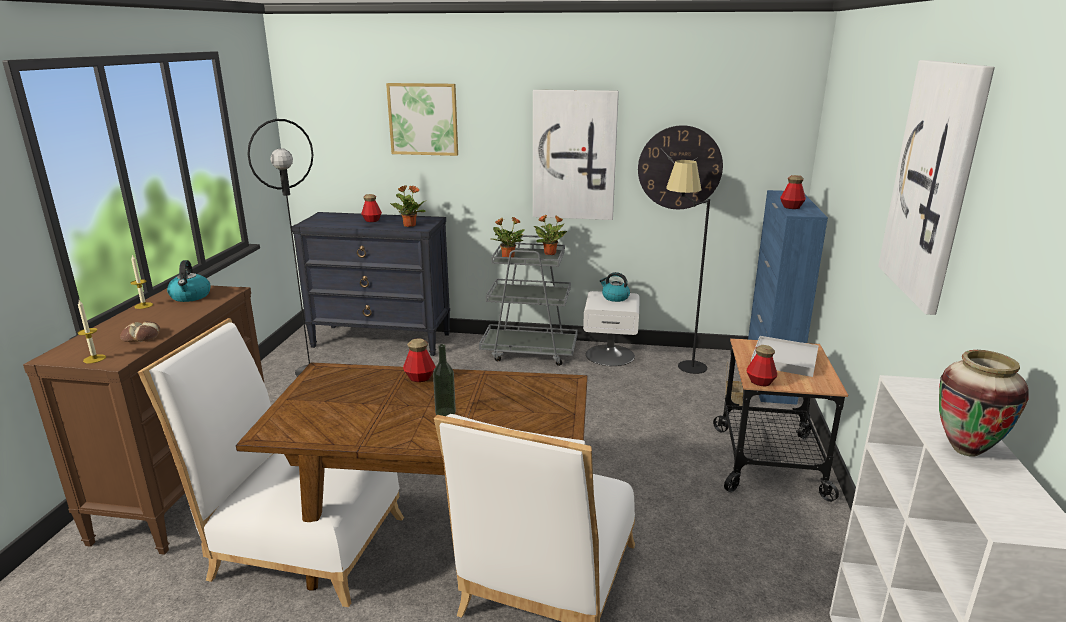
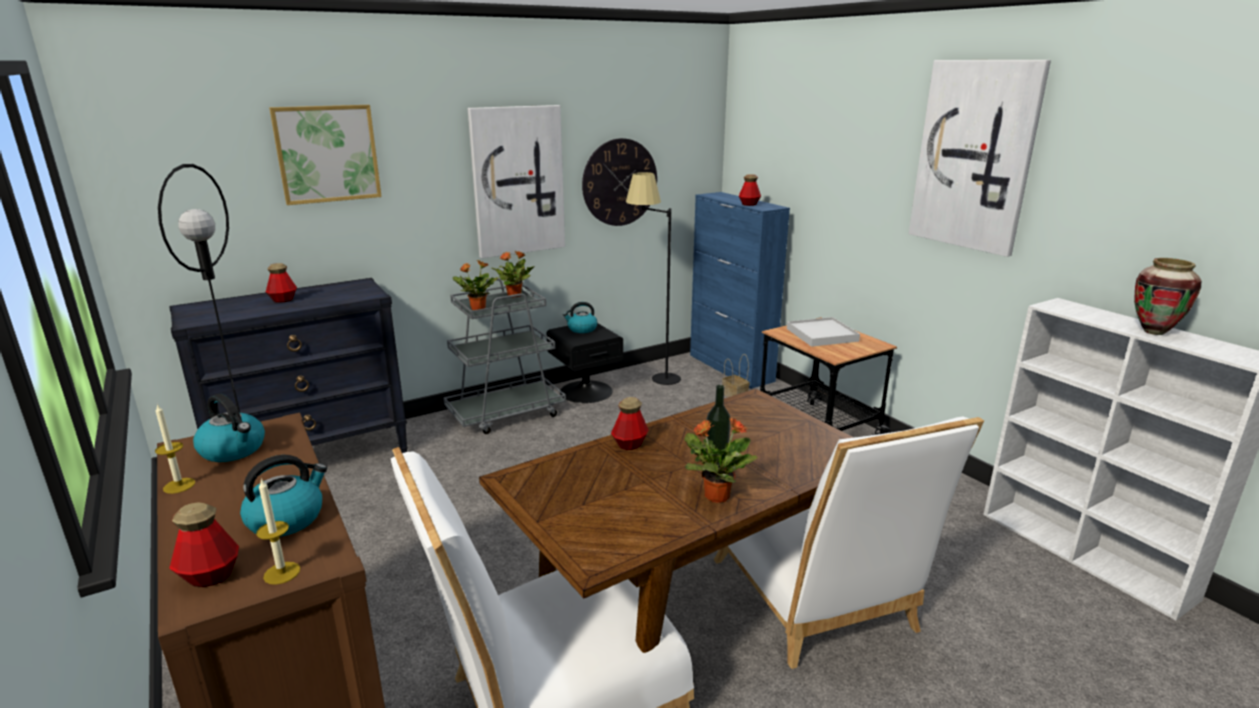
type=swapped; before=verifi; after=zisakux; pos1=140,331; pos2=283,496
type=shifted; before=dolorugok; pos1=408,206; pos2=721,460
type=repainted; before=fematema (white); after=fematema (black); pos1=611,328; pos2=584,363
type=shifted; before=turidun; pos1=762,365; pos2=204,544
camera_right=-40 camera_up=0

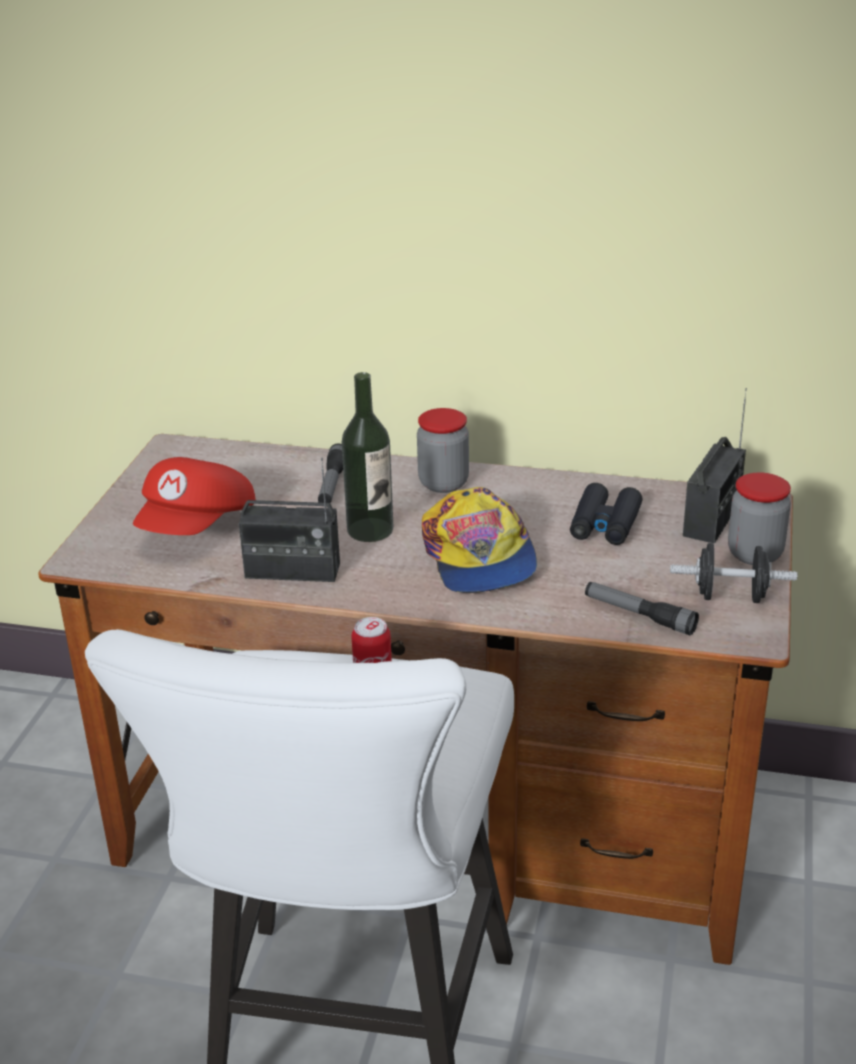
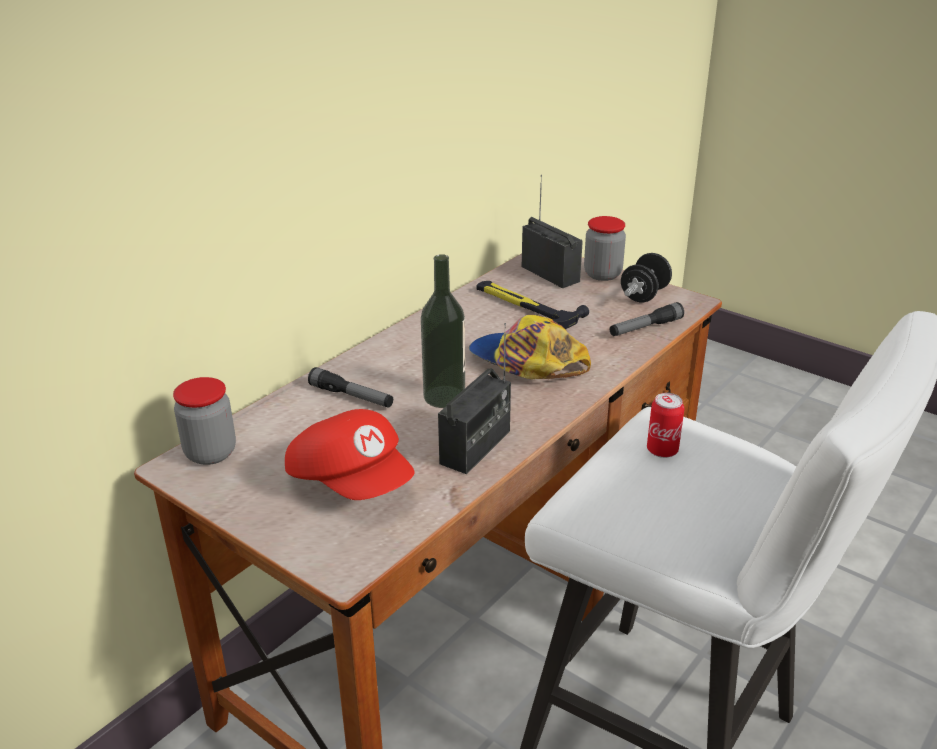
type=shifted; before=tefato; pos1=443,450; pos2=204,421
type=rotated; before=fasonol; pos1=479,540; pos2=530,347; turn=-150
type=swapped; before=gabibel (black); after=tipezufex; pos1=606,514; pos2=533,305
camera_right=-65 camera_up=0

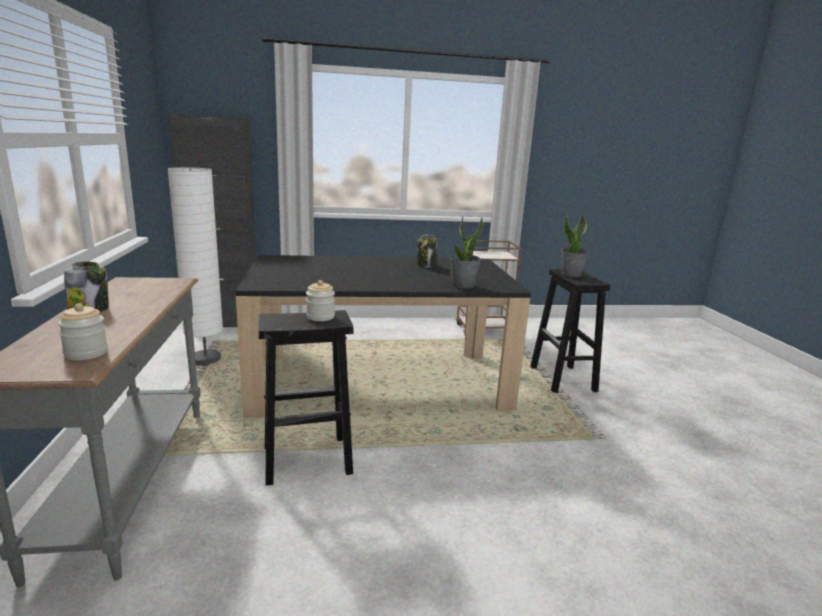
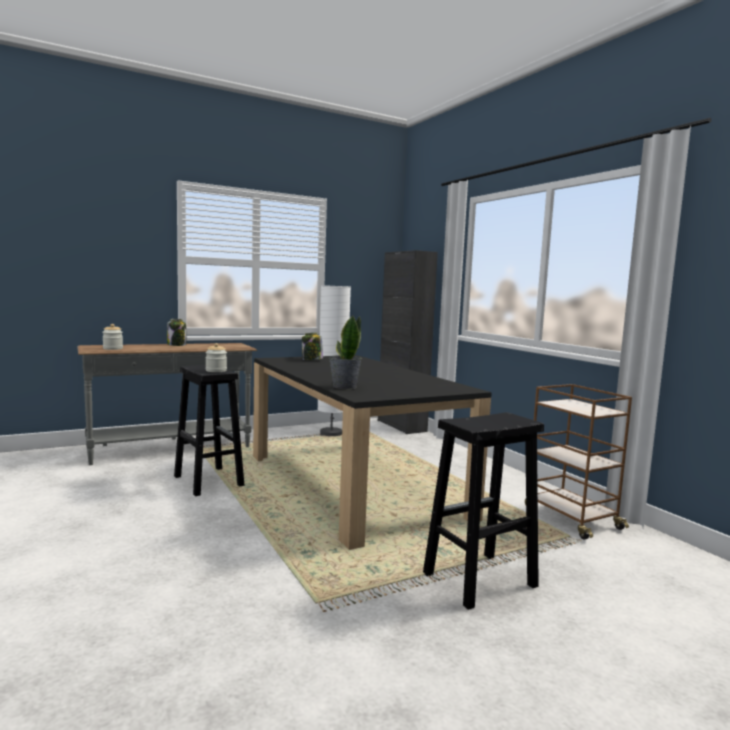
type=shifted; before=tefato; pos1=427,251; pos2=312,346
type=gone; before=dolorugok; pos1=574,245
camera_right=70 camera_up=-10

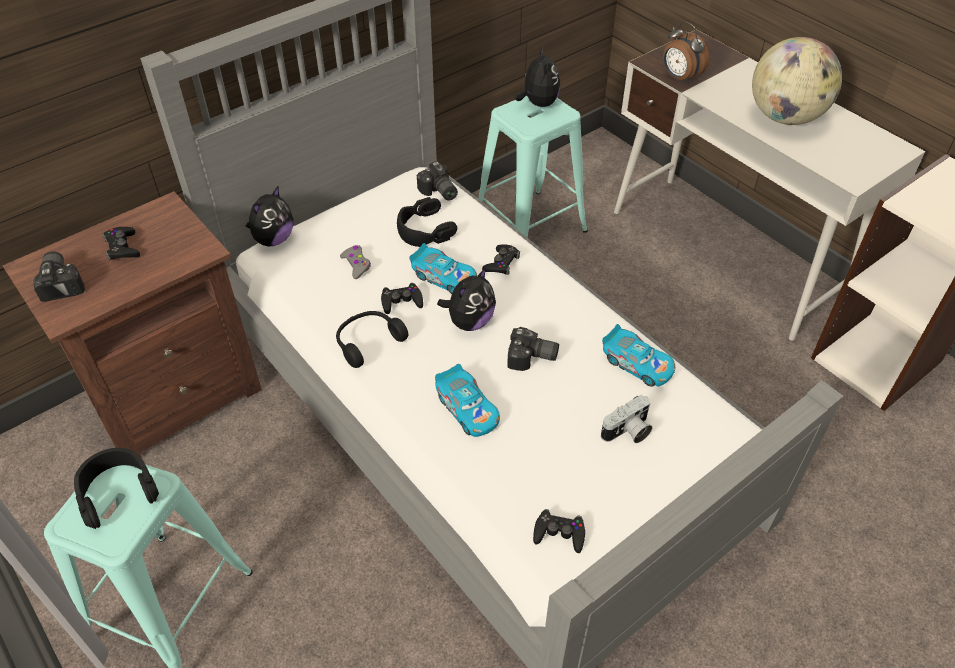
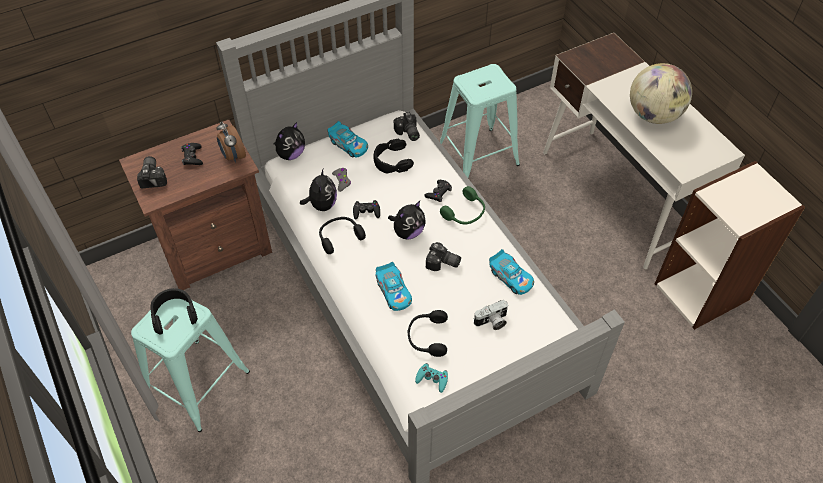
type=shifted; before=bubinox; pos1=443,268; pos2=347,139
type=shifted; before=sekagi; pos1=537,77; pos2=318,190
type=repainted; before=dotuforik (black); after=dotuforik (turquoise); pos1=559,531; pos2=431,378
type=shifted; before=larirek; pos1=686,53; pos2=231,142
type=new; after=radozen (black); pos2=427,333
type=new; after=radozen (green); pos2=462,205
camera_right=10 camera_up=5

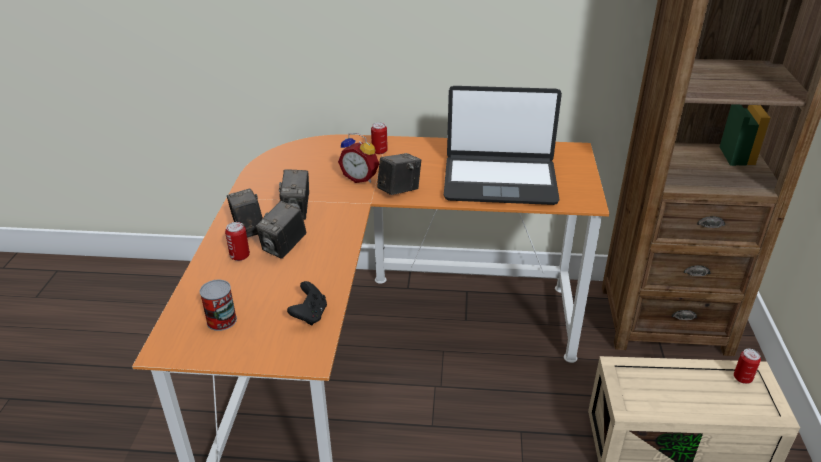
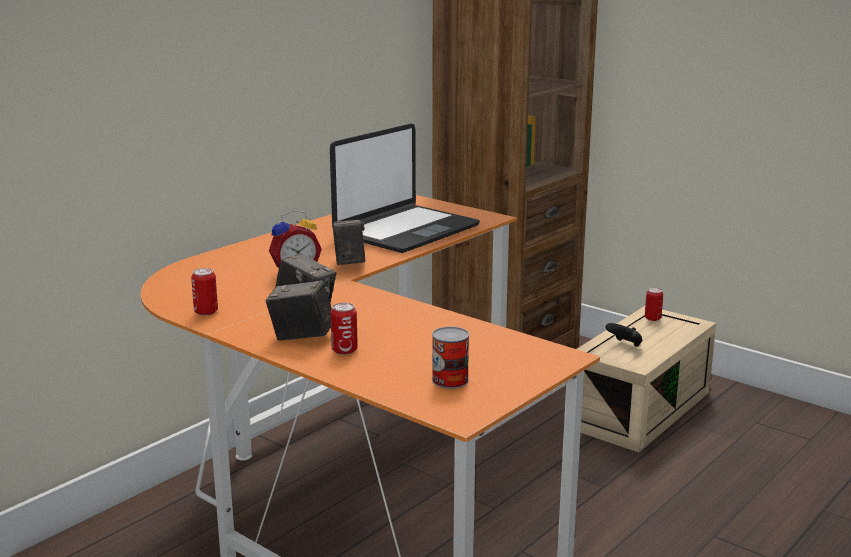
type=gone; before=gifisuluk; pos1=281,230
type=shifted; before=dotuforik (black); pos1=307,303; pos2=623,335
type=shifted; before=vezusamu; pos1=379,138; pos2=204,292
camera_right=-55 camera_up=-15

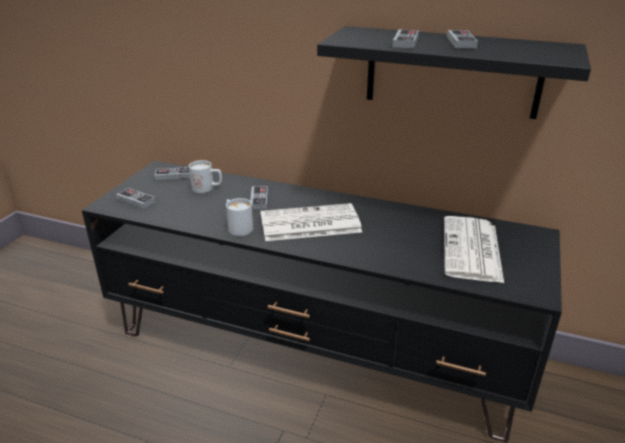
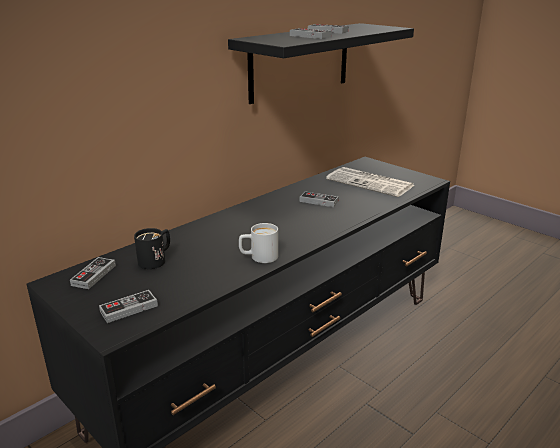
type=repainted; before=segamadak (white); after=segamadak (black); pos1=205,176; pos2=152,248
type=shifted; before=dotuforik; pos1=259,197; pos2=319,199
type=gone; before=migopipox; pos1=311,222
camera_right=-65 camera_up=-5

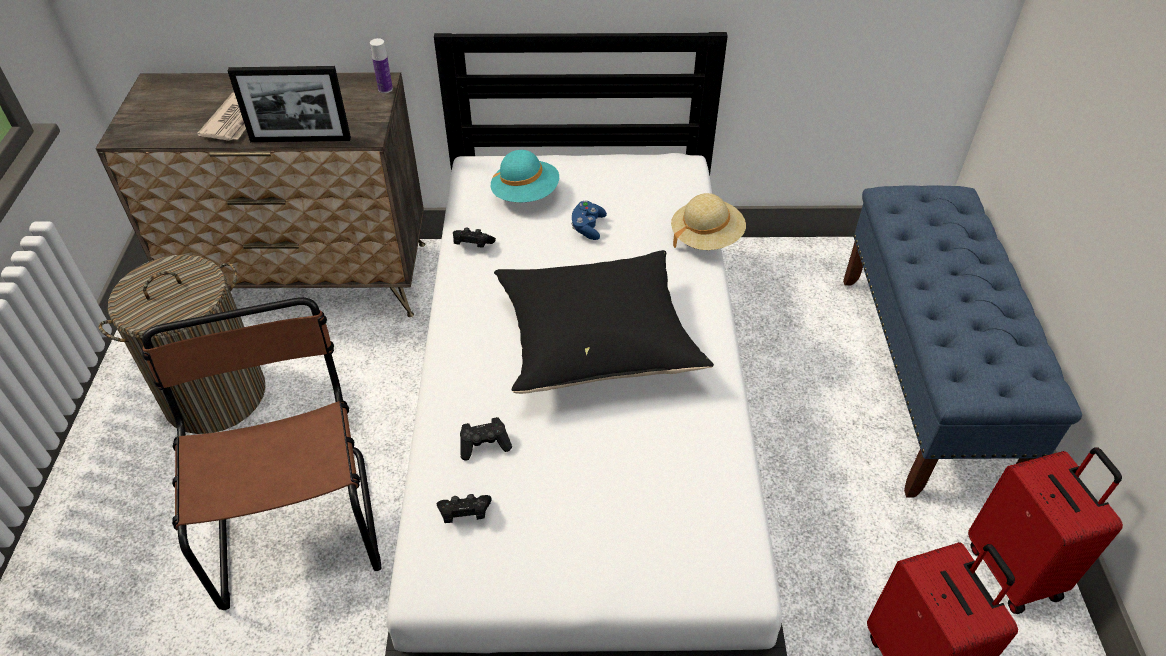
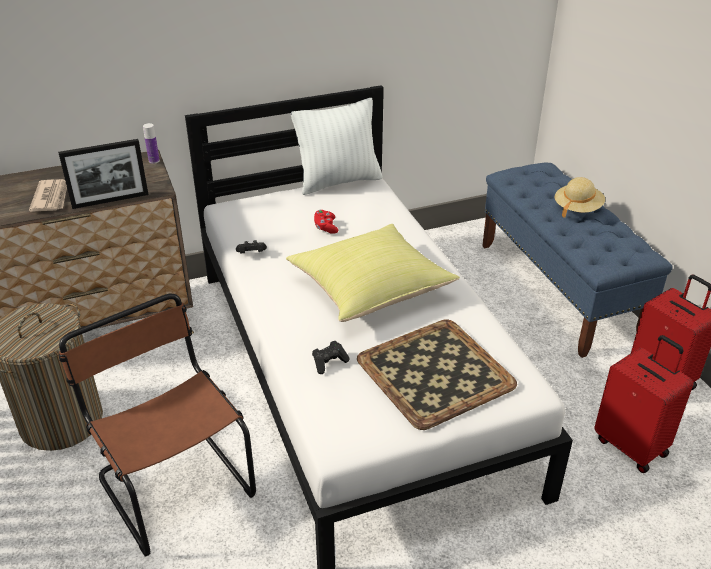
type=gone; before=dotuforik (black); pos1=464,508
type=gone; before=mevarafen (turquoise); pos1=525,176
type=repainted; before=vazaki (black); after=vazaki (yellow); pos1=604,322; pos2=373,273
type=repainted; before=dotuforik (blue); after=dotuforik (red); pos1=589,220; pos2=326,222
type=shifted; before=mevarafen (beige); pos1=708,221; pos2=580,197
type=new; after=vazaki (white); pos2=337,146
type=new; after=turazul; pos2=437,374
camera_right=-20 camera_up=-10

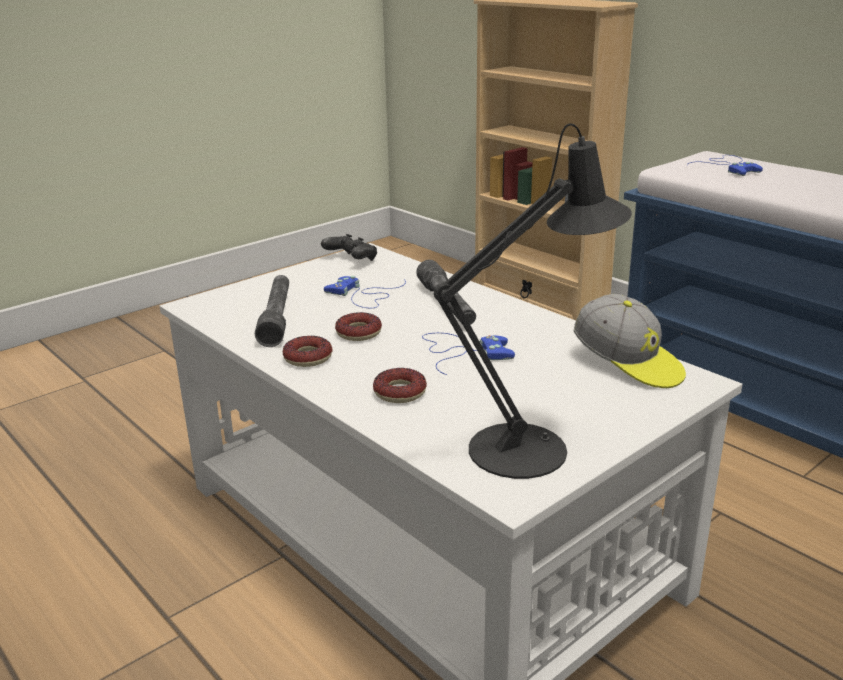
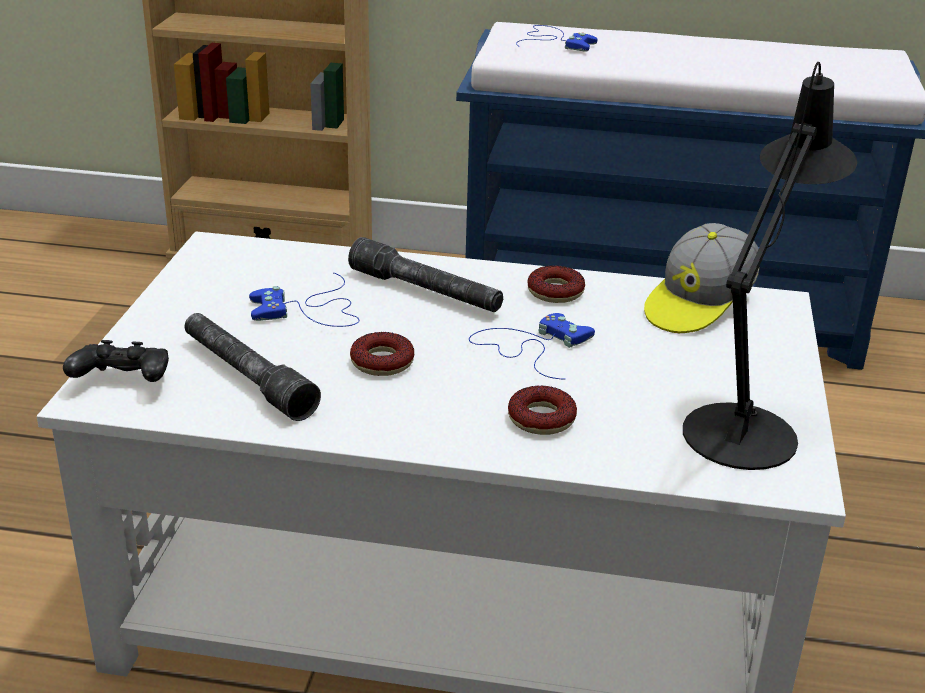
type=shifted; before=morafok; pos1=308,351; pos2=556,284
type=shifted; before=dotuforik (black); pos1=349,247; pos2=116,361
type=rotated; before=fasonol; pos1=629,341; pos2=702,278; turn=120
camera_right=-40 camera_up=5

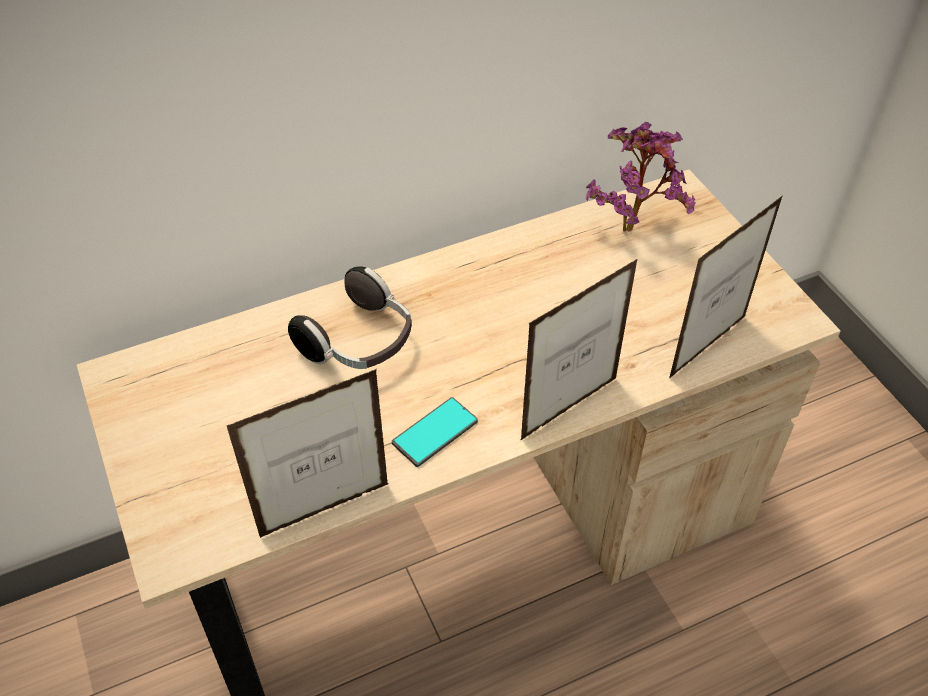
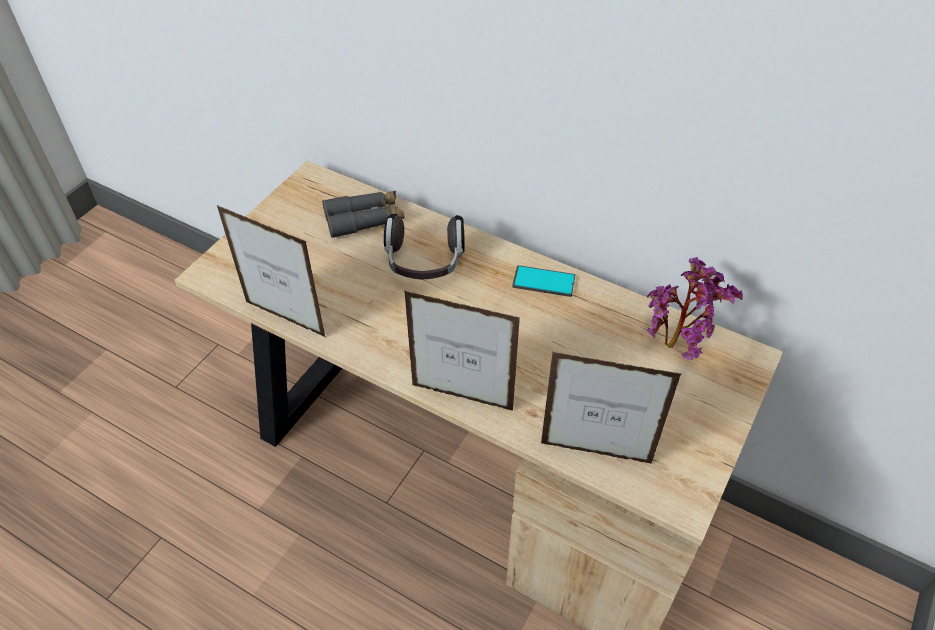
type=shifted; before=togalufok; pos1=435,432; pos2=543,281
type=new; after=gabibel (grey); pos2=363,214
camera_right=55 camera_up=0

